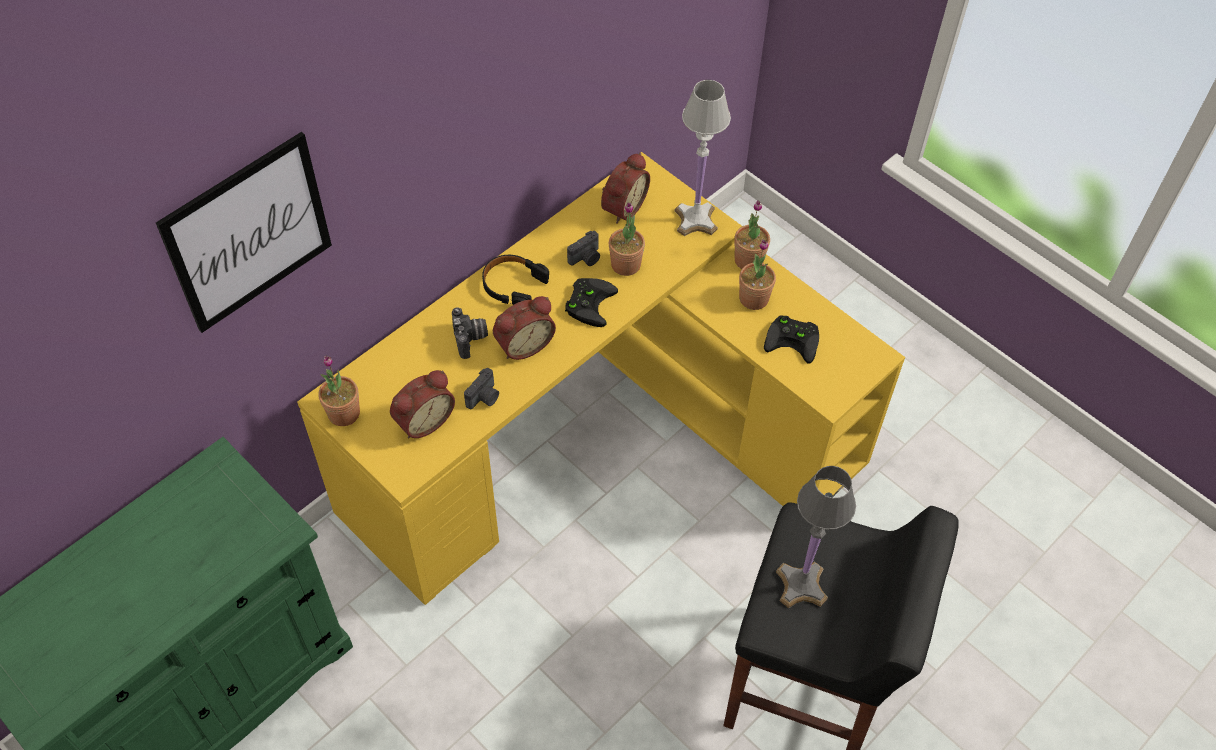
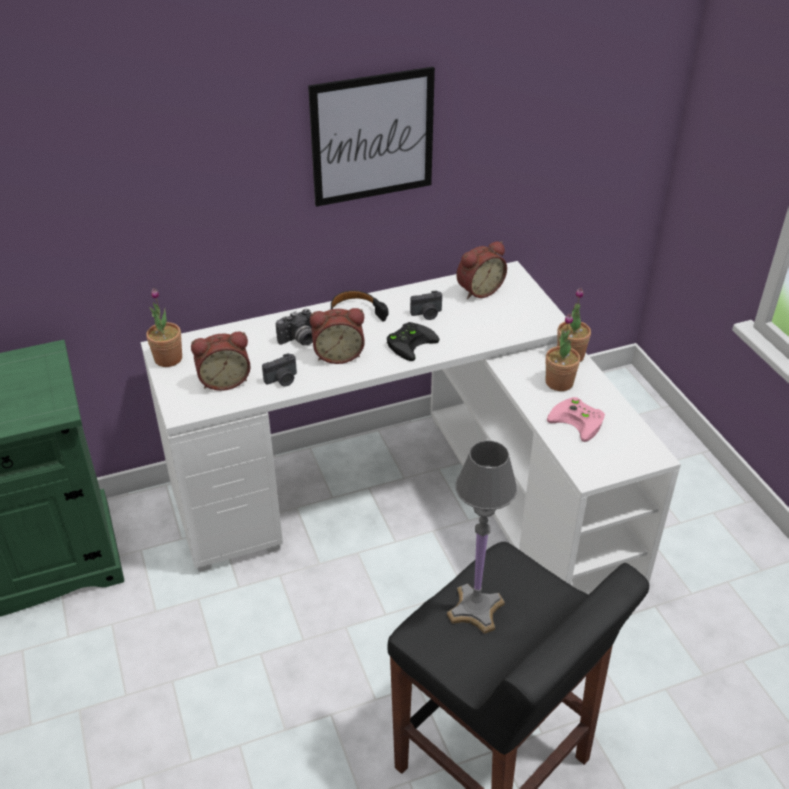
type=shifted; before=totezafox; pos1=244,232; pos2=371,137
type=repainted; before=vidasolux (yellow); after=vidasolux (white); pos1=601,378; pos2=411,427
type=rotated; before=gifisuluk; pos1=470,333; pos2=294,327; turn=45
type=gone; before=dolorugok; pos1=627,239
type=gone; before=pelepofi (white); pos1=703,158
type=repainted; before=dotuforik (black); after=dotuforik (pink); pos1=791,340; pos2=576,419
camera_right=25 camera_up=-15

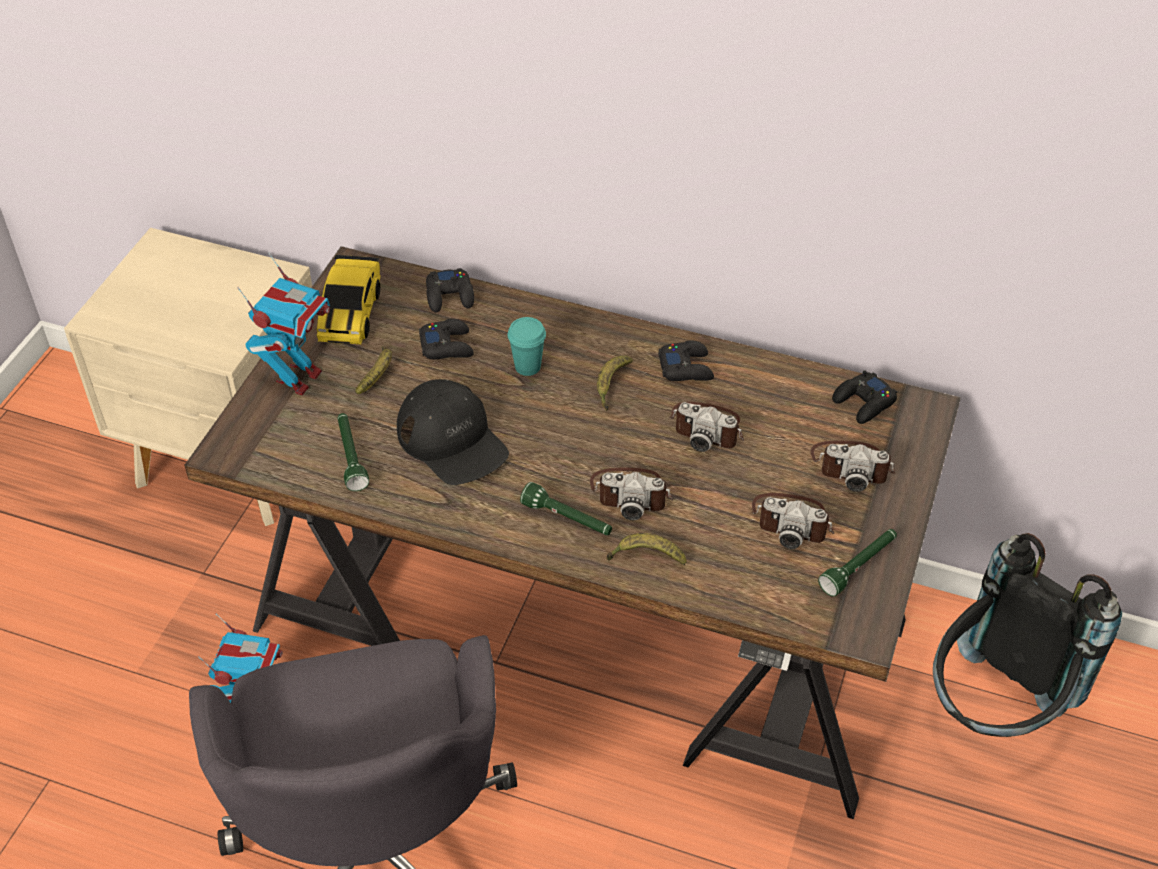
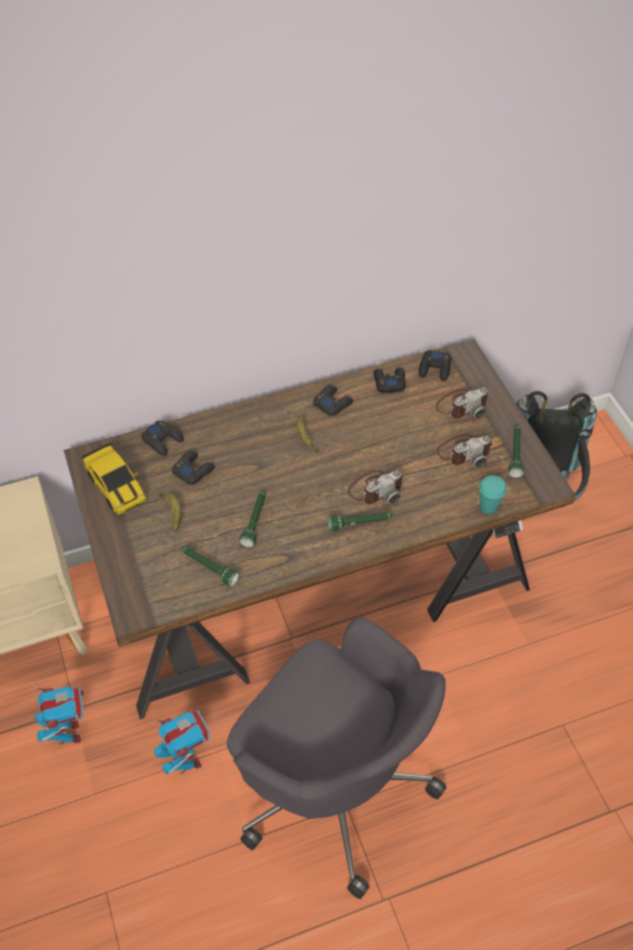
type=shifted; before=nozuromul; pos1=283,324; pos2=57,714
type=swapped; before=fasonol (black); after=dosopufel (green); pos1=453,432; pos2=252,519
type=shifted; before=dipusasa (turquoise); pos1=527,346; pos2=493,495
type=gone; before=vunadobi; pos1=647,549
type=gone; before=gifisuluk; pos1=706,427
type=new; after=dotuforik (black); pos2=389,380
camera_right=-40 camera_up=5

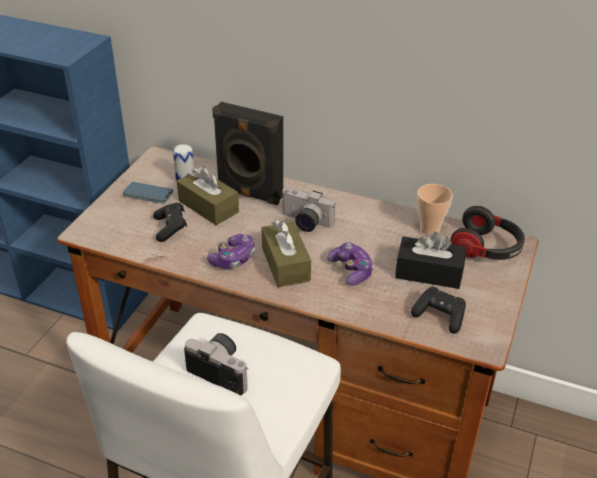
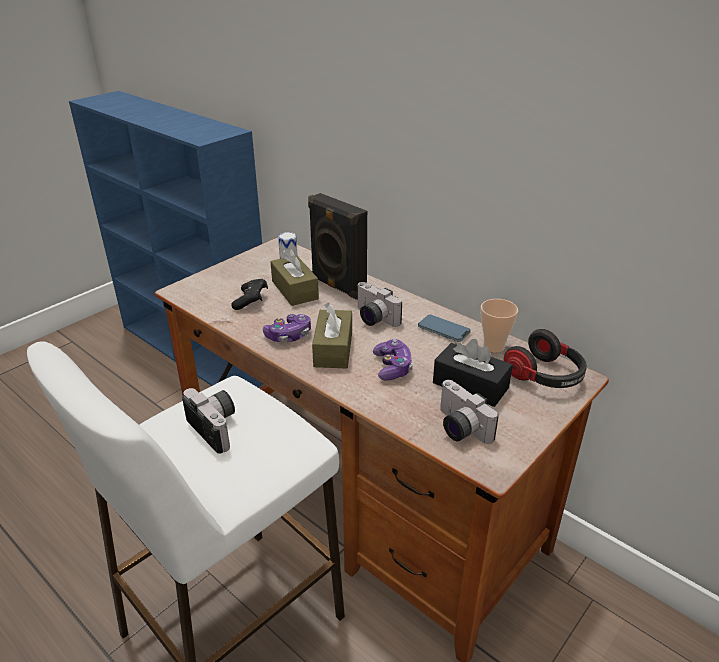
type=shifted; before=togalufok; pos1=148,193; pos2=444,328
type=swapped; before=dotuforik (black); after=gifisuluk; pos1=438,310; pos2=469,412
camera_right=20 camera_up=-5

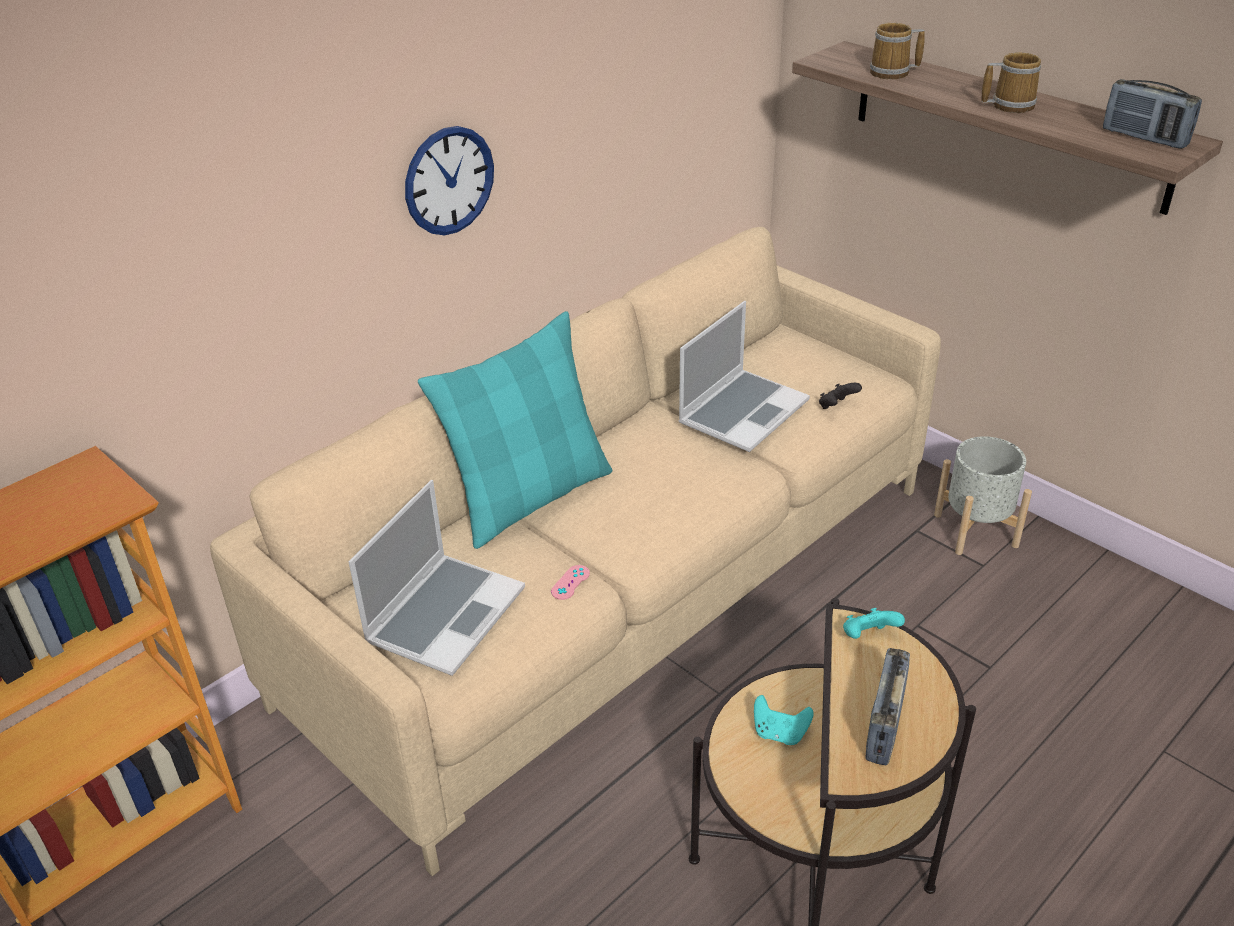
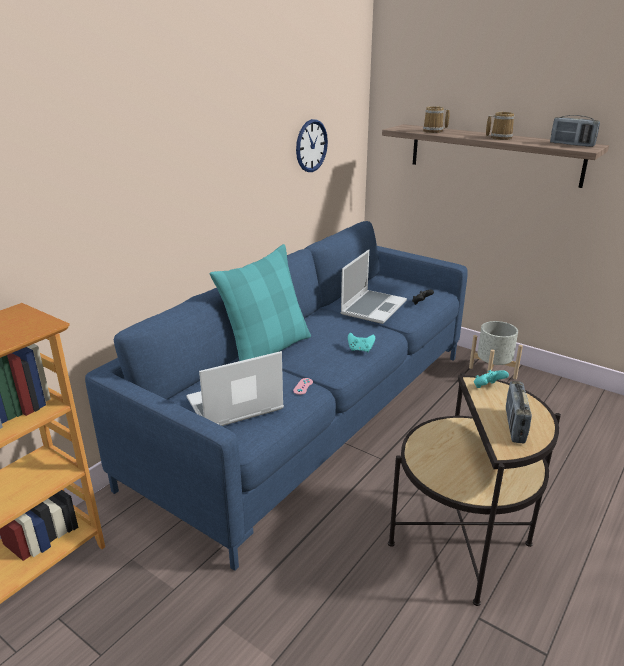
type=repainted; before=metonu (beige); after=metonu (blue); pos1=575,551; pos2=276,396
type=rotated; before=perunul; pos1=436,578; pos2=235,388; turn=-135
type=shifted; before=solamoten; pos1=449,181; pos2=312,145
type=shifted; before=dotuforik (turquoise); pos1=784,720; pos2=361,343
camera_right=-10 camera_up=-10

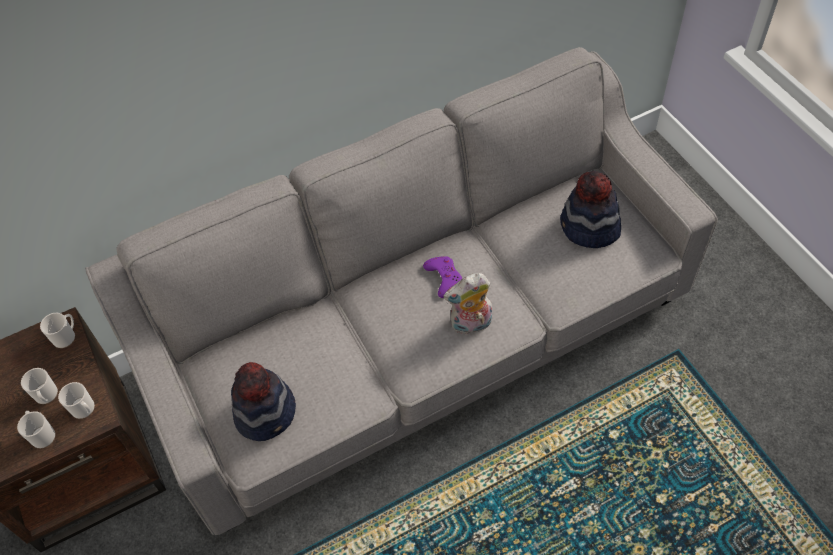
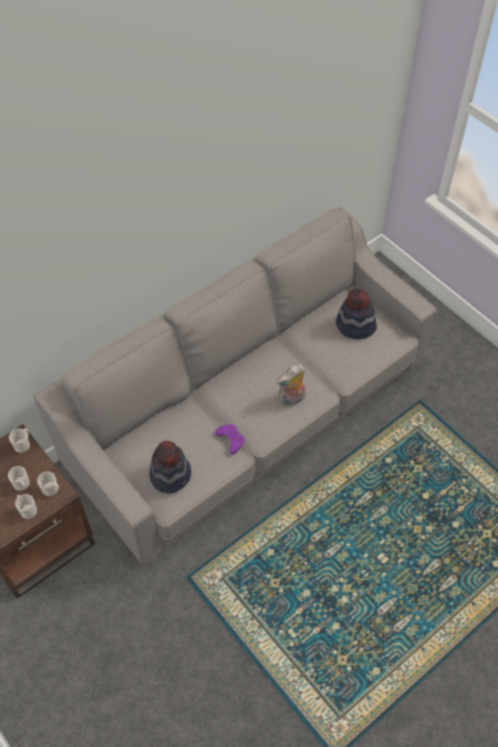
type=shifted; before=dotuforik (purple); pos1=442,277; pos2=230,439
camera_right=-15 camera_up=0

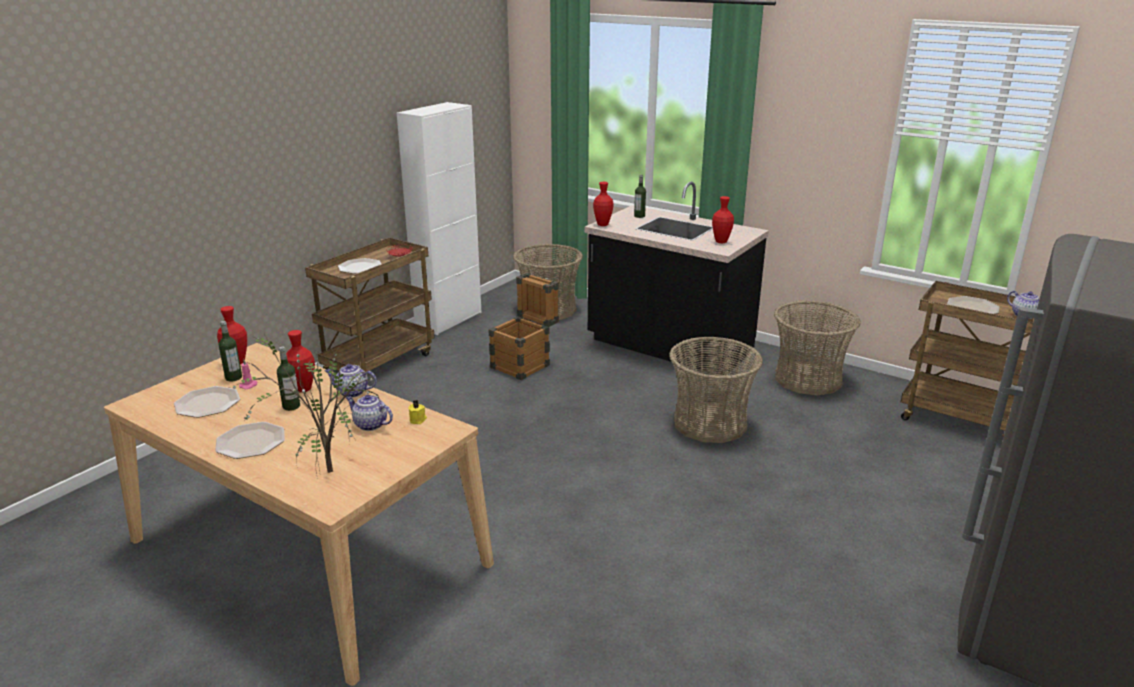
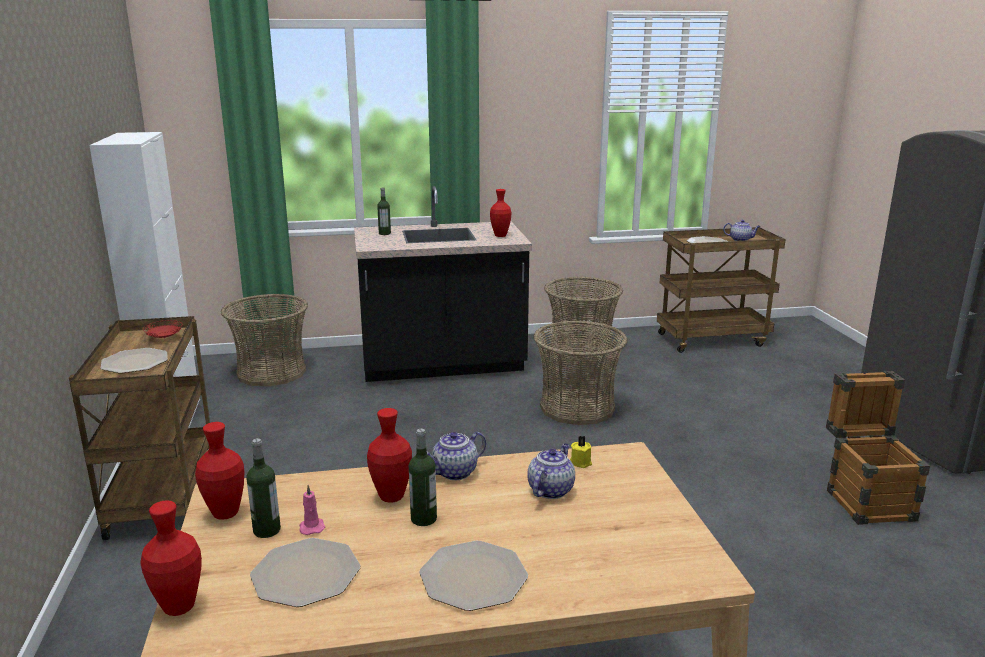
type=gone; before=dolorugok; pos1=305,406
type=rotated; before=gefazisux; pos1=369,413; pos2=551,471; turn=135
type=shifted; before=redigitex; pos1=524,326; pos2=878,448
type=shifted; before=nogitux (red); pos1=603,204; pos2=171,558
camera_right=-45 camera_up=-5

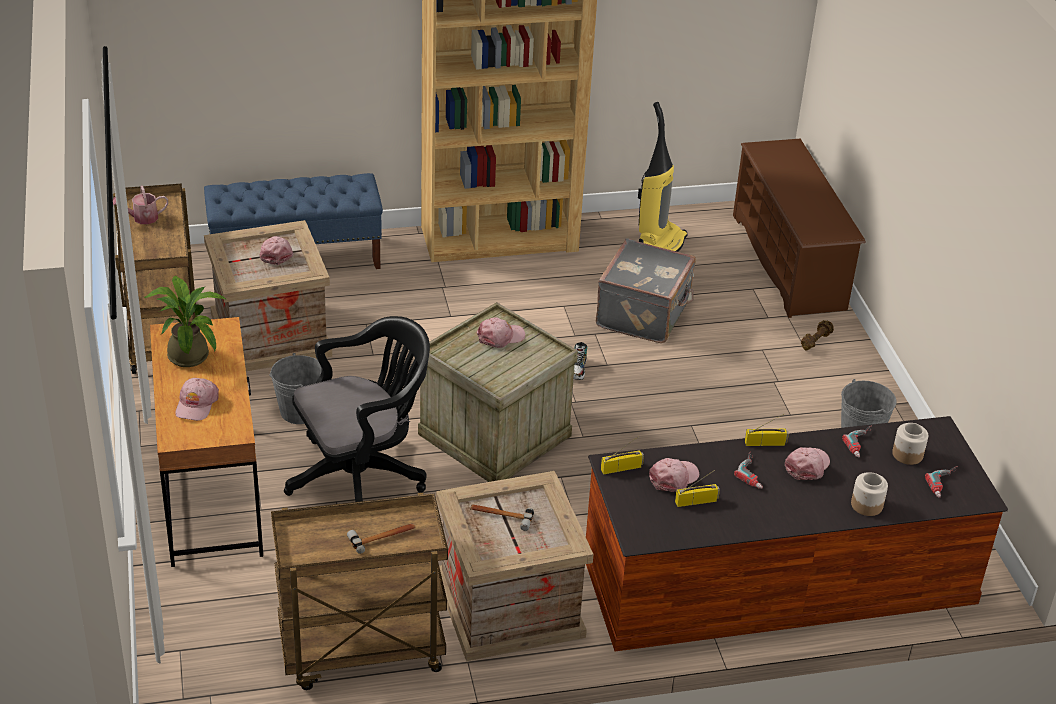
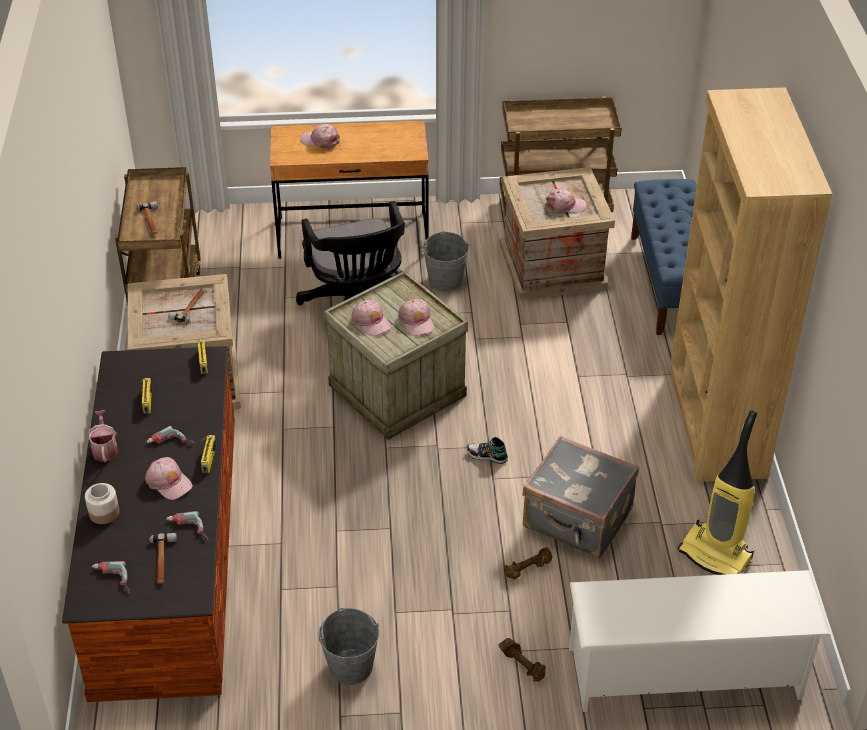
type=shifted; before=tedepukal; pos1=140,205; pos2=103,436
type=gone; before=dolorugok; pos1=185,321
type=shifted; before=fasonol (pink); pos1=674,475; pos2=371,318
type=repainted; before=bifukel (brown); after=bifukel (white); pos1=799,228; pos2=700,641
type=swapped; before=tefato; after=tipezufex; pos1=910,444; pos2=163,558
type=new; after=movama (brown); pos2=528,564
camera_right=100 camera_up=5

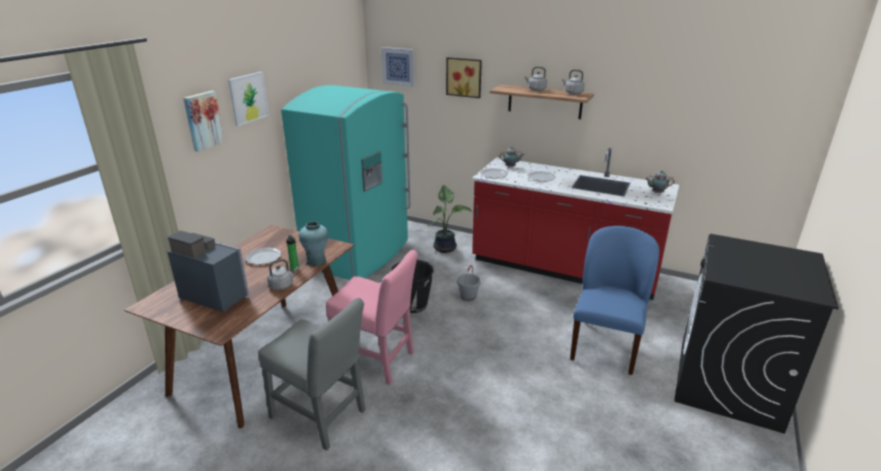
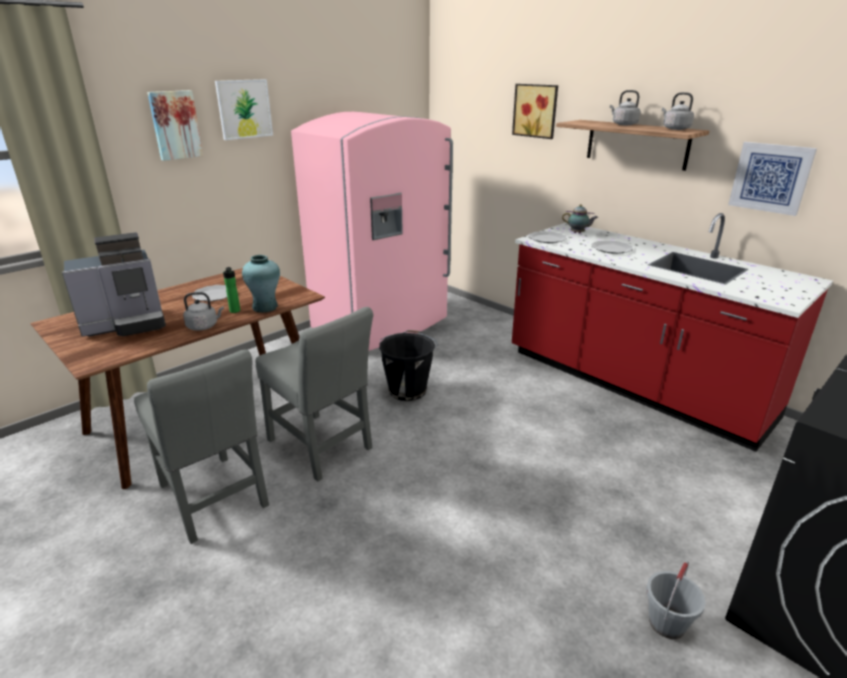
type=rotated; before=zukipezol; pos1=208,271; pos2=114,284; turn=105
type=repainted; before=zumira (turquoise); after=zumira (pink); pos1=346,182; pos2=372,231
type=repainted; before=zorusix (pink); after=zorusix (grey); pos1=372,317; pos2=314,394
type=shifted; before=totezafox; pos1=398,67; pos2=772,179
type=gone; before=dolorugok; pos1=449,219
type=shifted; before=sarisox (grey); pos1=469,283; pos2=676,600
type=gone; before=zorusix (blue); pos1=614,300
type=gone; before=gefazisux; pos1=660,181
camera_right=20 camera_up=0

